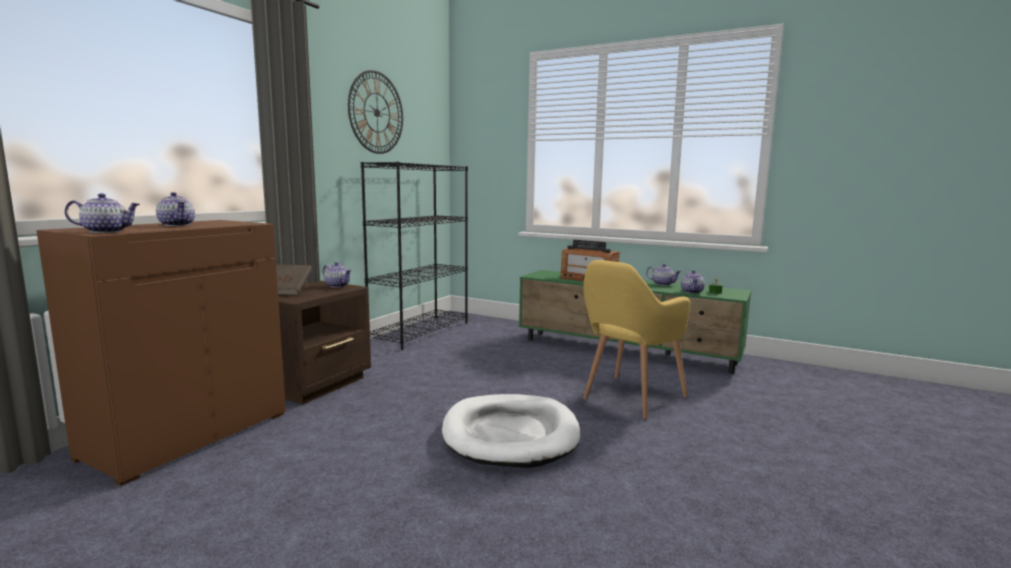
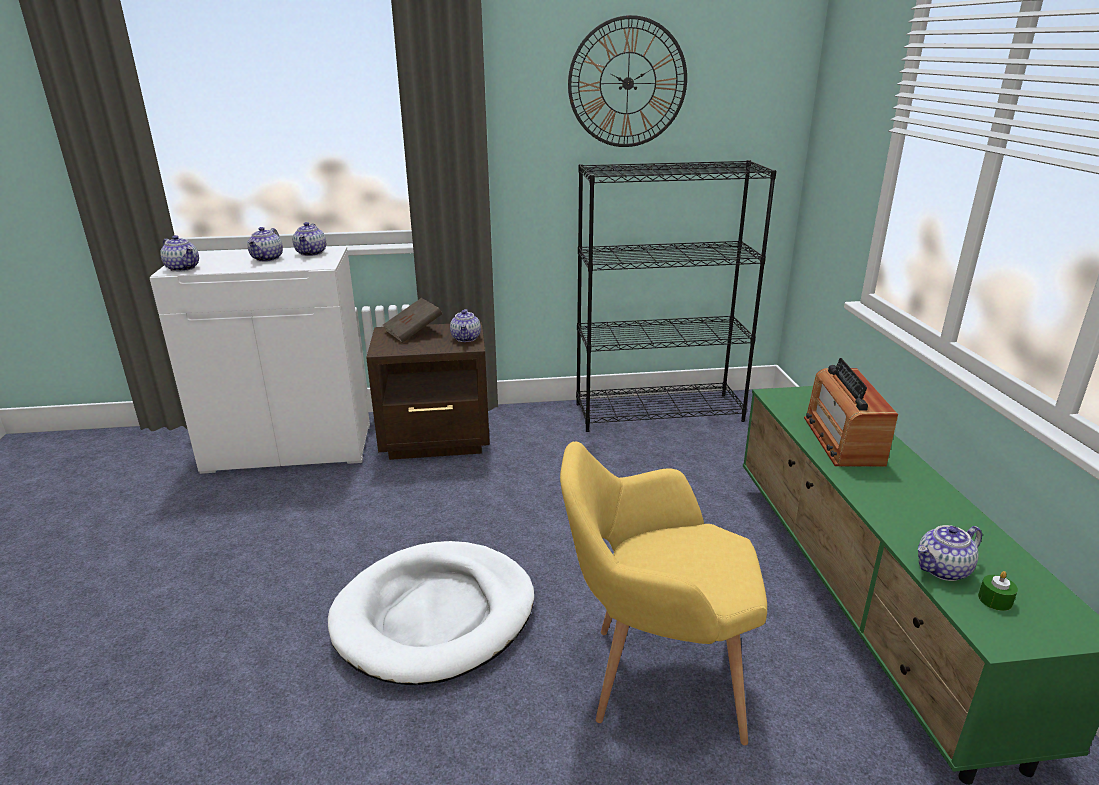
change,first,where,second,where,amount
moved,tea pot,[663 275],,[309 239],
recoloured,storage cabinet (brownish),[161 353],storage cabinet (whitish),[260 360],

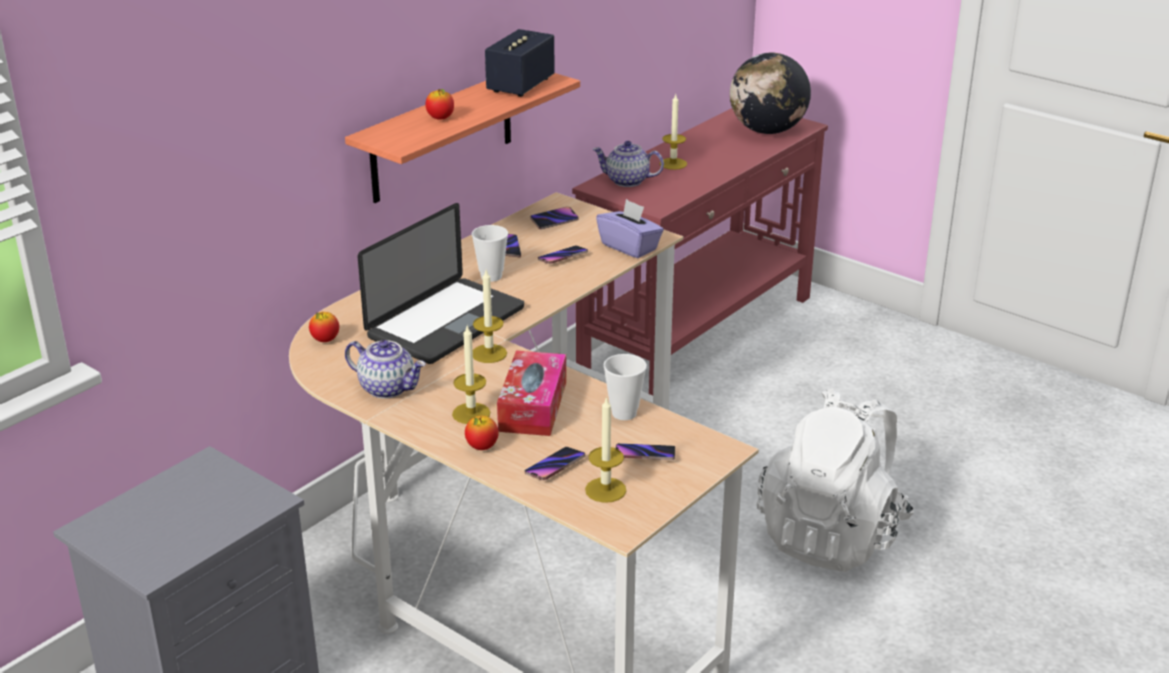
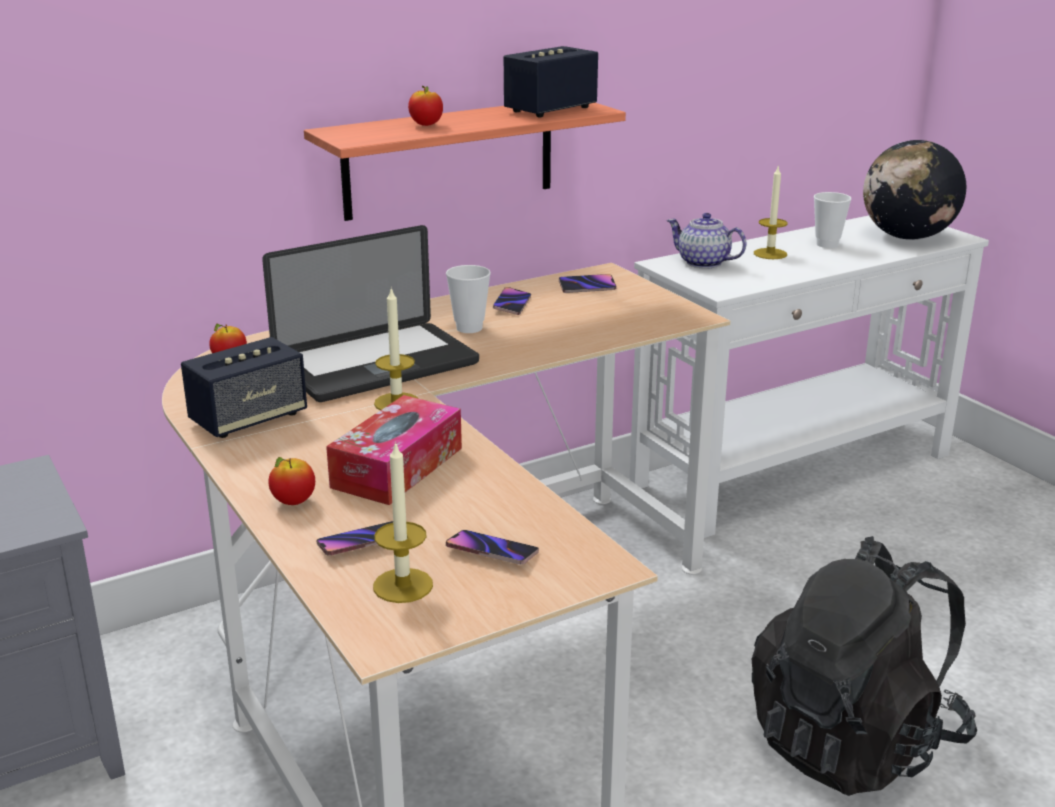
change,first,where,second,where,amount
removed,wax light,[471 375],,,
removed,phone,[563 255],,,
removed,tissue box (purplish),[630 228],,,
moved,small cup,[625 387],,[832 220],
replaced,tea pot,[385 369],speaker,[244 387],
recoloured,hall table (red-coloured),[700 252],hall table (whitish),[809 377],
recoloured,knapsack (whitish),[835 480],knapsack (black-coloured),[864 666],

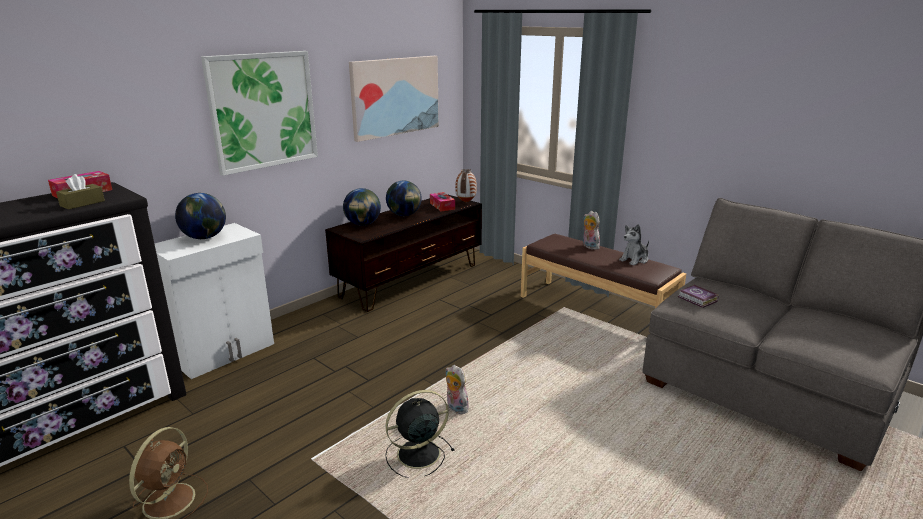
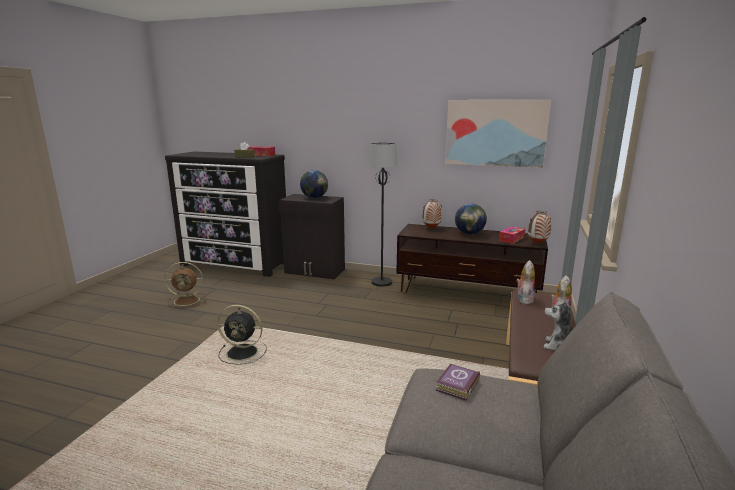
change,first,where,second,where,amount
removed,wall picture,[259 113],,,
added,,,floor lamp (black-coloured),[383 214],
moved,cuddly toy,[457 389],,[525 282],
replaced,world globe,[362 207],flower vase,[432 214],
recoloured,storage cabinet (whitish),[214 301],storage cabinet (black-coloured),[312 236],
turned,cooling fan (black-coloured),[420 434],,[242 334],150 degrees clockwise

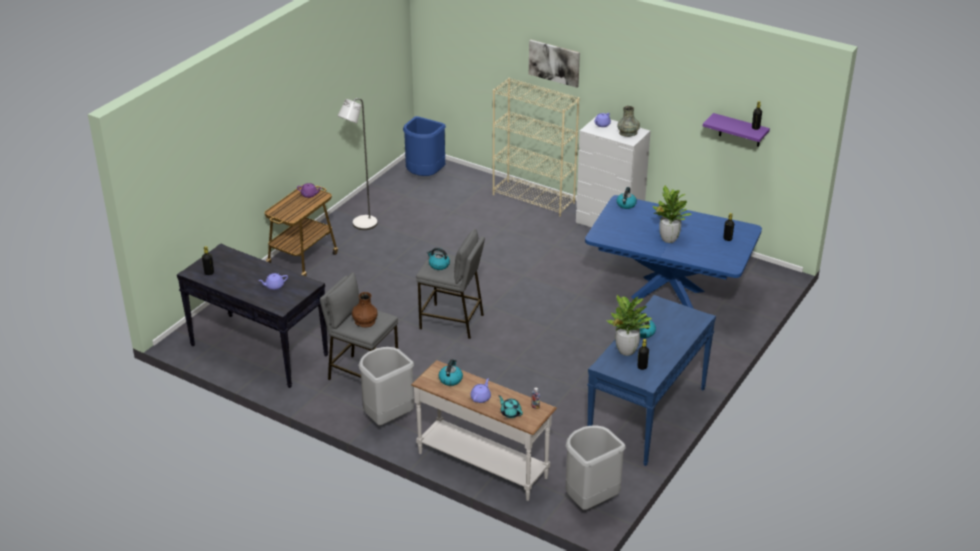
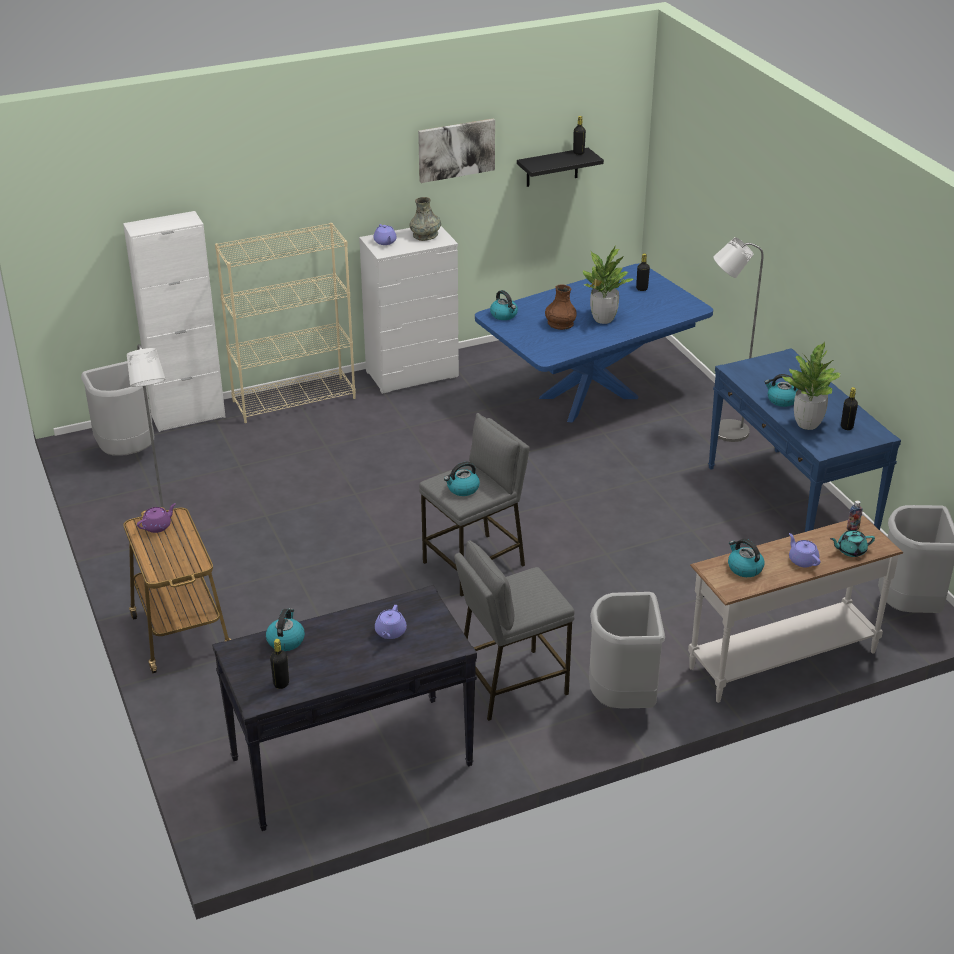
change,first,where,second,where,amount
added,,,storage cabinet (whitish),[174 321],
added,,,kettle,[285 629],
added,,,floor lamp (grey),[738 339],
moved,flower vase (brownish),[365 310],,[561 307],
moved,wall picture,[554 64],,[456 150],
recoloured,trash can (blue),[424 146],trash can (grey),[117 408],
recoloured,bracket shelf (purplish),[736 130],bracket shelf (black-coloured),[560 167],

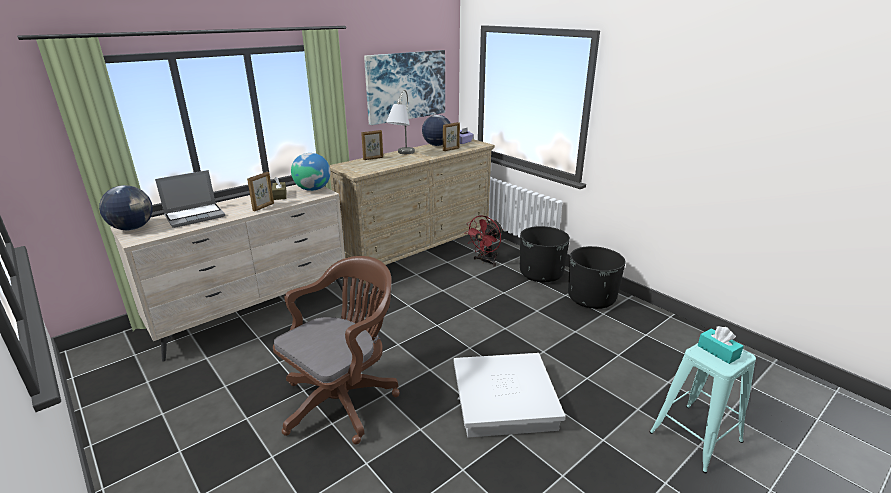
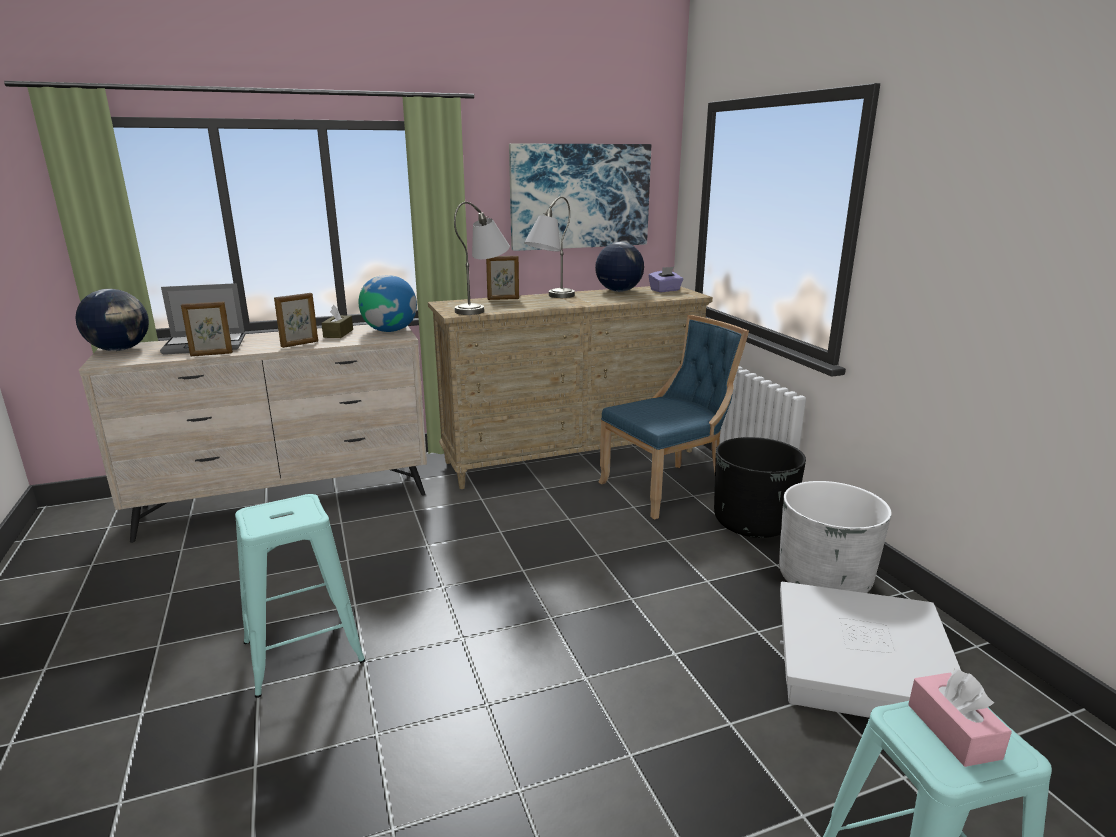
change,first,where,second,where,amount
added,,,tabletop lamp (grey),[482 258],
moved,picture frame,[451 136],,[207 328],
moved,storage bin (whitish),[509 395],,[870 650],
replaced,computer chair (brownish),[336 350],sitting stool (blue-green),[300 596],
replaced,cooling fan (red-coloured),[483 241],chair (blue),[673 417],
recoloured,flower pot (black-coloured),[596 277],flower pot (whitish),[835 537],
recoloured,tissue box (blue-green),[721 345],tissue box (pink),[960 718],

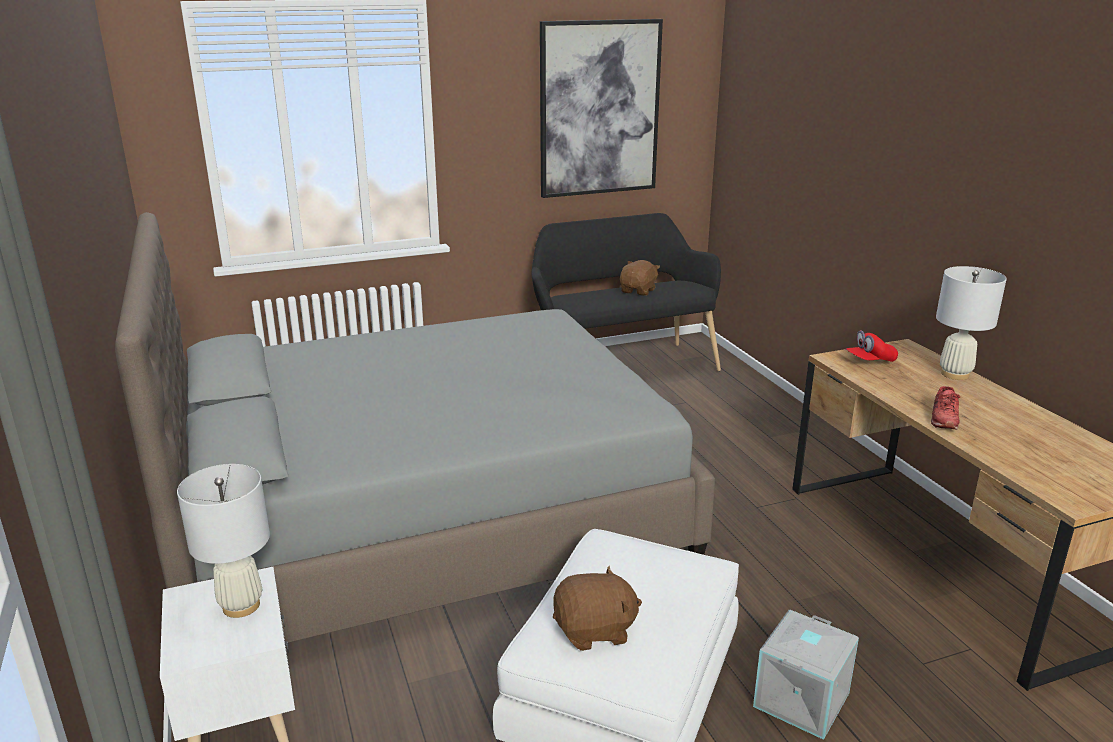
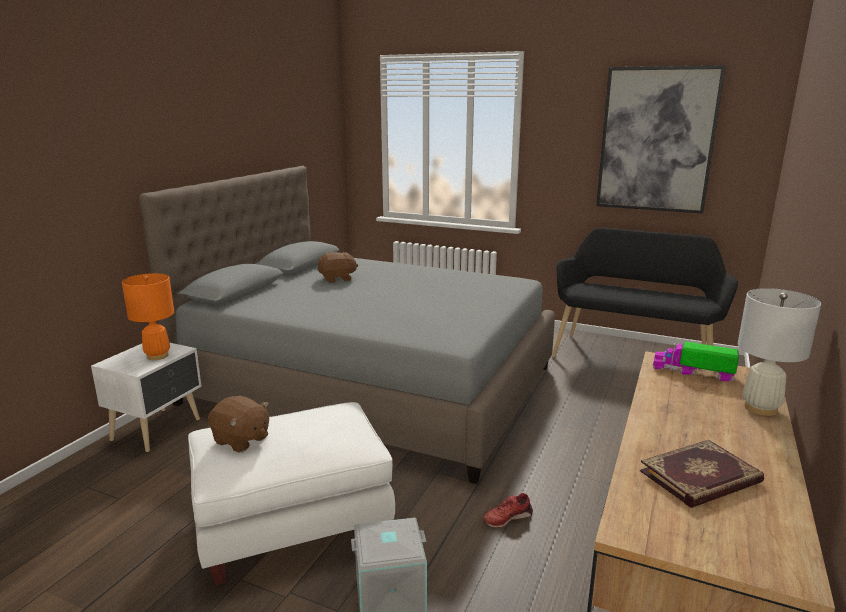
change,first,where,second,where,amount
added,,,book,[702 474],
moved,cuddly toy (brownish),[640 278],,[337 267],
moved,low shoe (red-coloured),[945 408],,[508 510],
replaced,cap (red-coloured),[872 346],toy lorry,[696 362],
recoloured,tabletop lamp (whitish),[223 541],tabletop lamp (orange),[148 316],

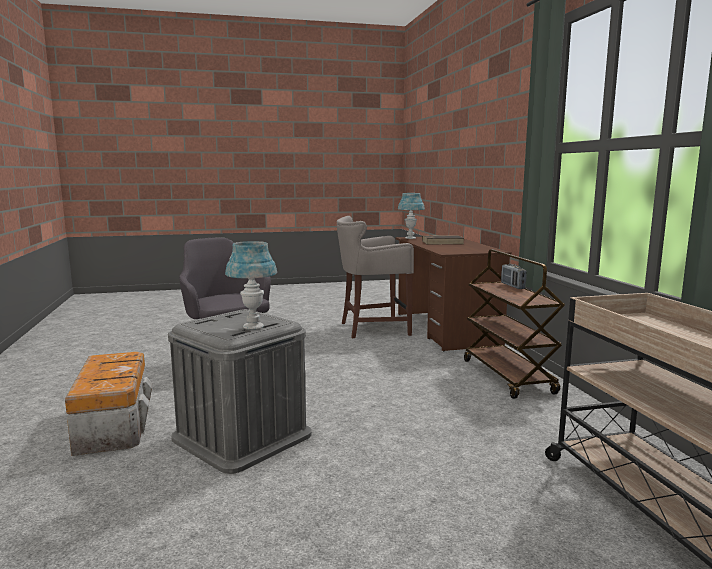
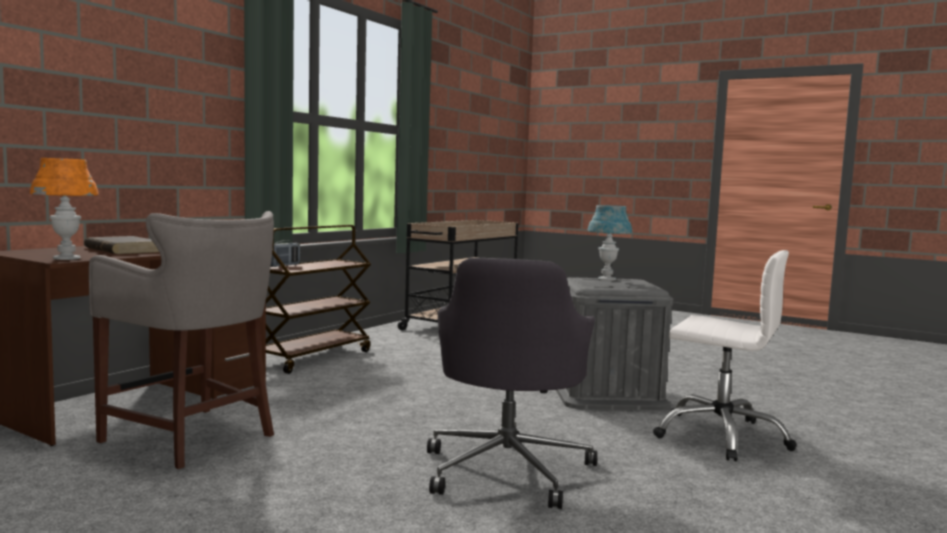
change,first,where,second,where,amount
replaced,storage bin,[109 404],computer chair (whitish),[725 355],
recoloured,tabletop lamp (blue),[411 216],tabletop lamp (orange),[64 209],

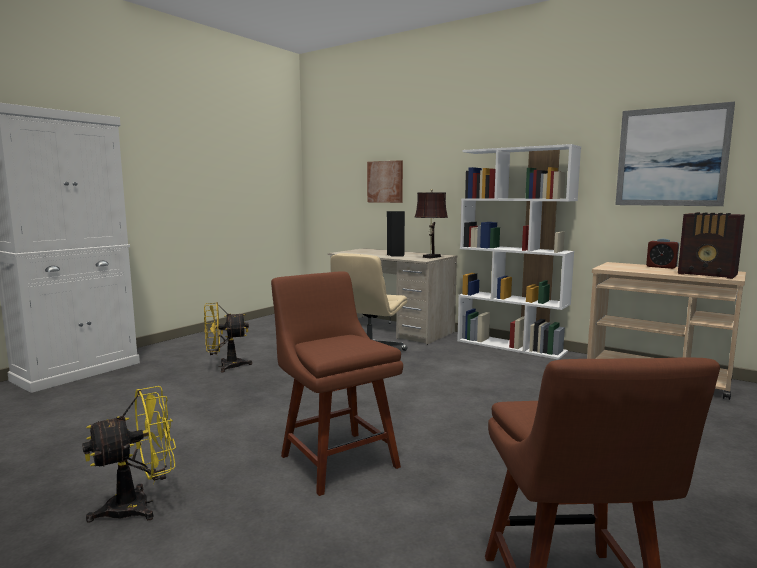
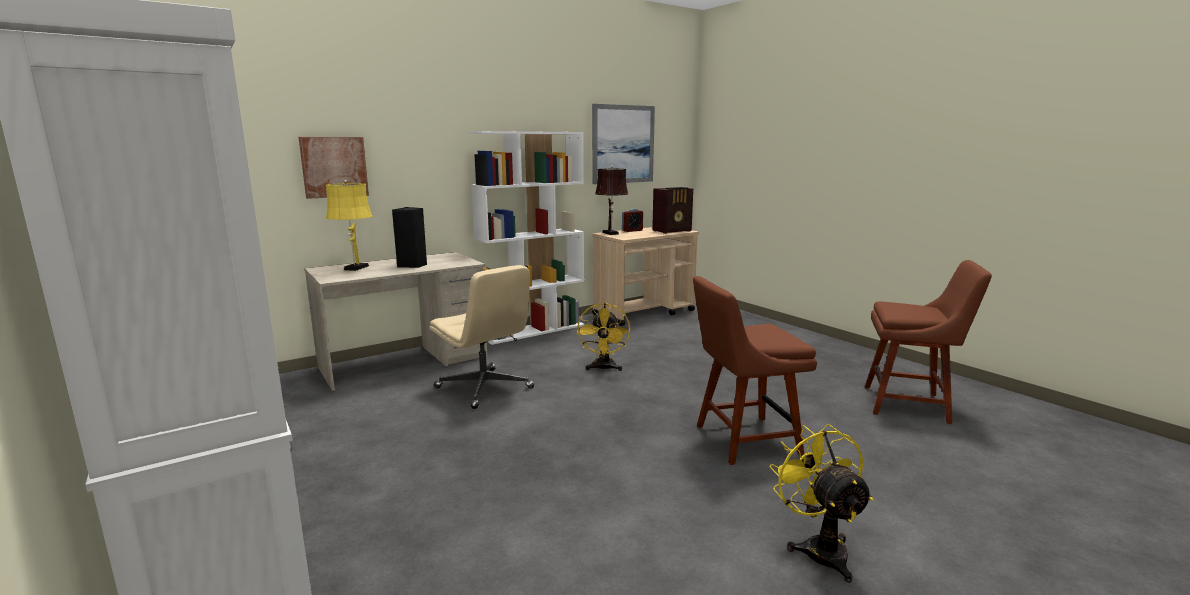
change,first,where,second,where,amount
added,,,tabletop lamp (yellow-coloured),[348 225],
moved,cooling fan (yellow-coloured),[228 337],,[603 337],
moved,tabletop lamp (brownish),[431 224],,[611 200],

